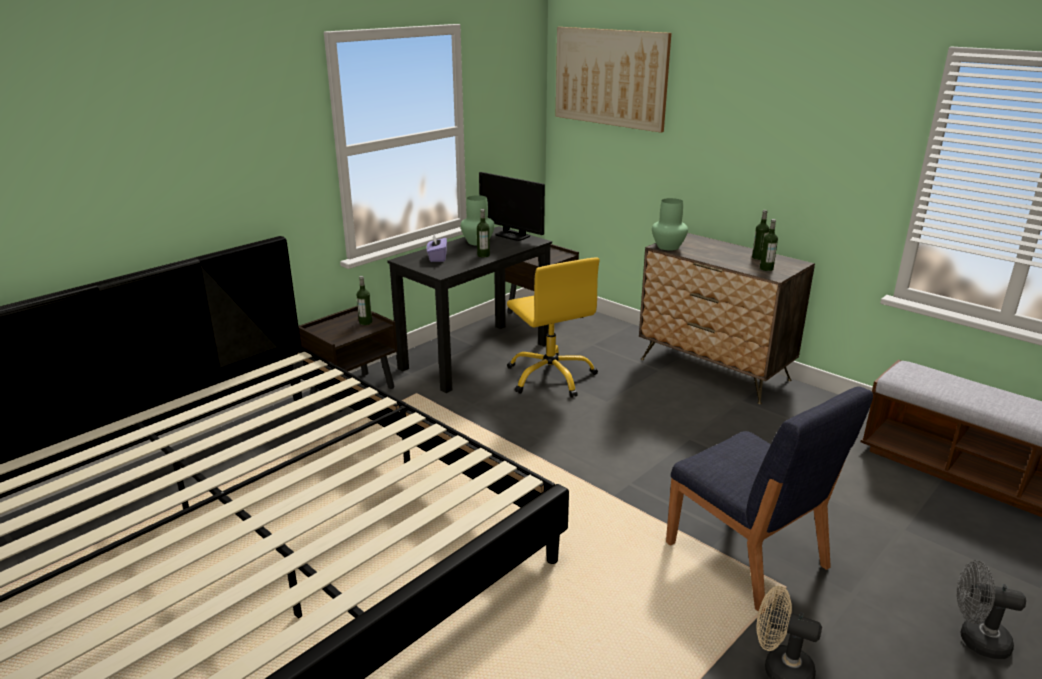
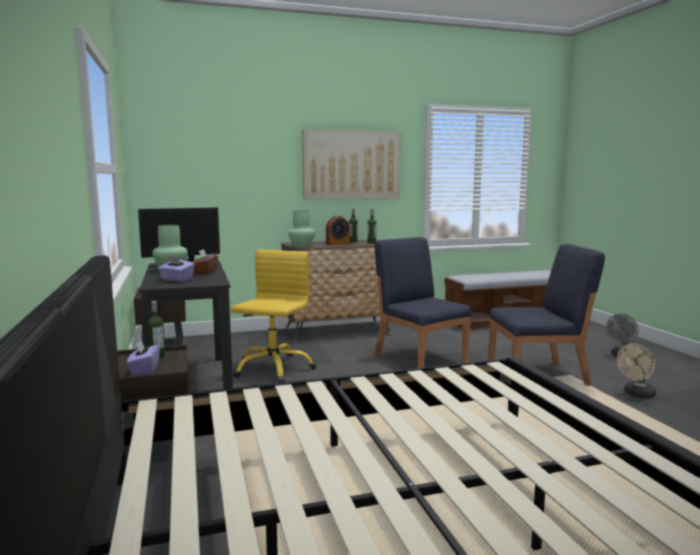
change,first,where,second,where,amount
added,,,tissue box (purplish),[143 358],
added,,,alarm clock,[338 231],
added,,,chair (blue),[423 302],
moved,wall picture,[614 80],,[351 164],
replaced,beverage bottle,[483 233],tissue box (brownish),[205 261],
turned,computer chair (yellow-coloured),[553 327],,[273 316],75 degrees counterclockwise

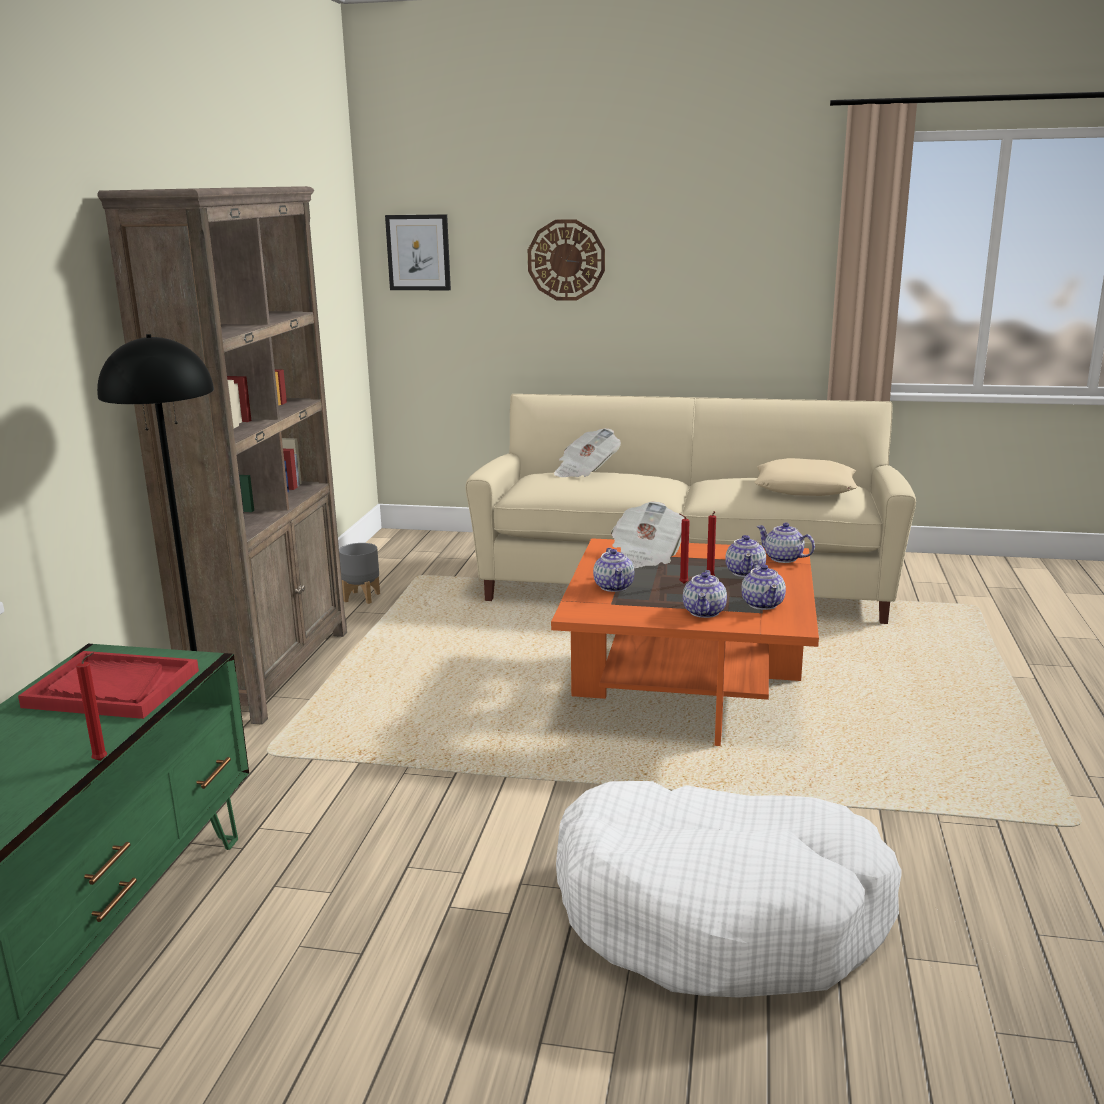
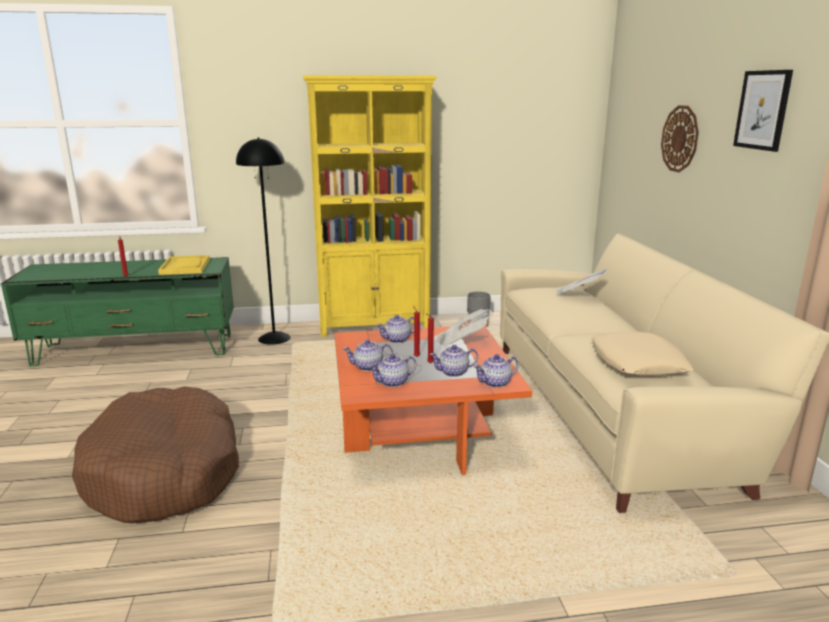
change,first,where,second,where,amount
moved,wall picture,[418 252],,[763 111],
recoloured,serving tray (red-coloured),[108 685],serving tray (yellow-coloured),[184 265],
recoloured,bookshelf (brownish),[222 455],bookshelf (yellow-coloured),[370 206],
recoloured,pet bed (whitish),[729 889],pet bed (brownish),[155 454],
turned,tea pot,[785 543],,[496 371],135 degrees counterclockwise

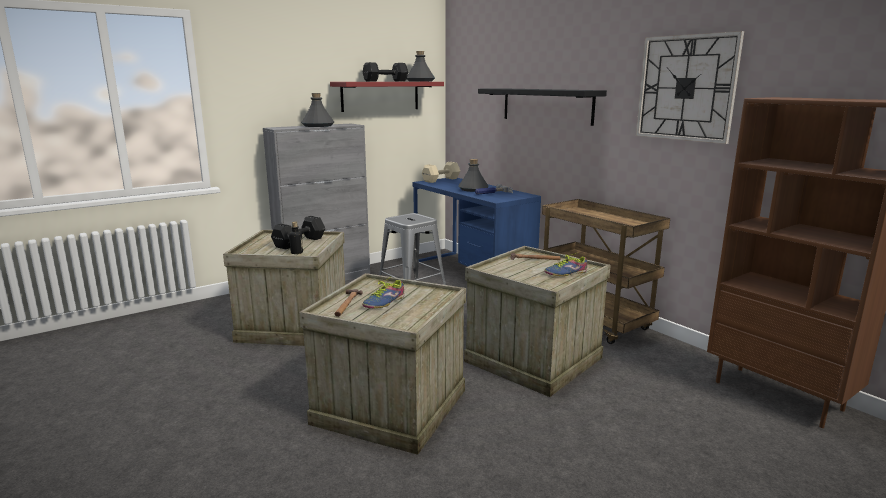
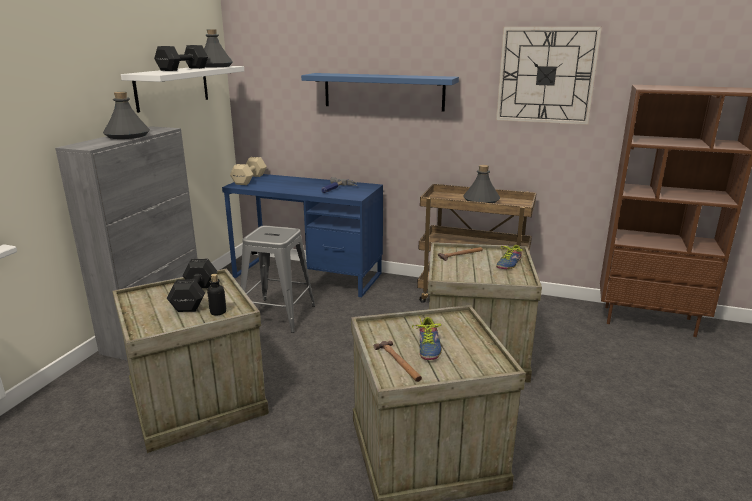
change,first,where,second,where,amount
moved,beverage bottle (grey),[473 175],,[481 184],
recoloured,bracket shelf (red-coloured),[387 97],bracket shelf (whitish),[182 89],
recoloured,bracket shelf (black-coloured),[542 107],bracket shelf (blue),[380 92],

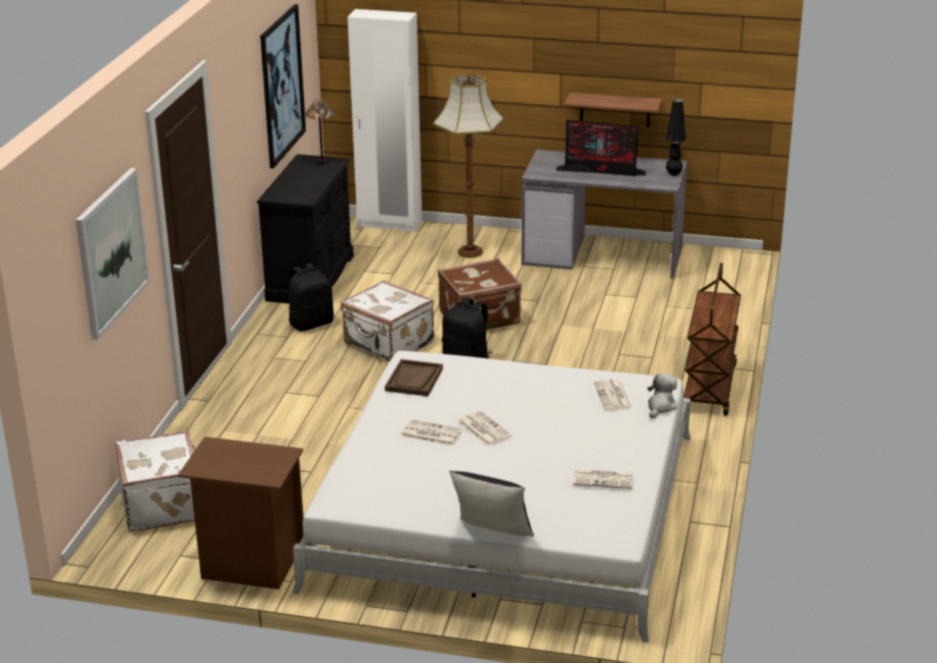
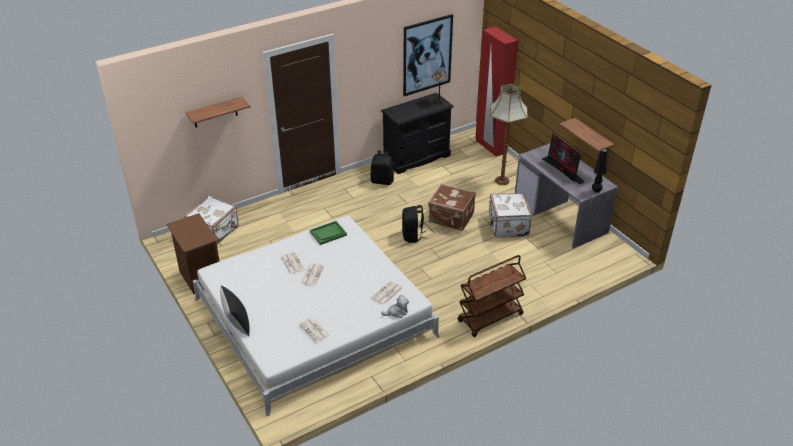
change,first,where,second,where,amount
moved,travel case (whitish),[387 321],,[510 215],
replaced,wall picture,[113 254],bracket shelf,[218 112],
recoloured,clothes cupboard (whitish),[385 120],clothes cupboard (red-coloured),[496 91],
recoloured,serving tray (brownish),[414 377],serving tray (greenish),[328 233],

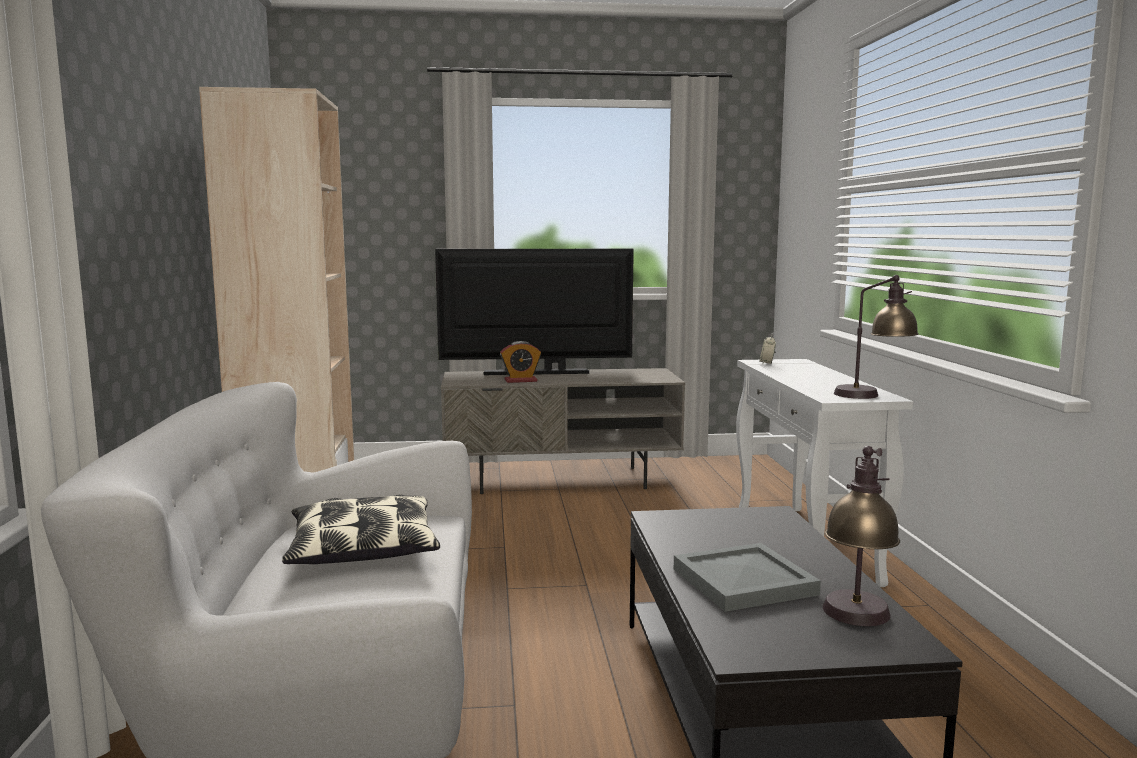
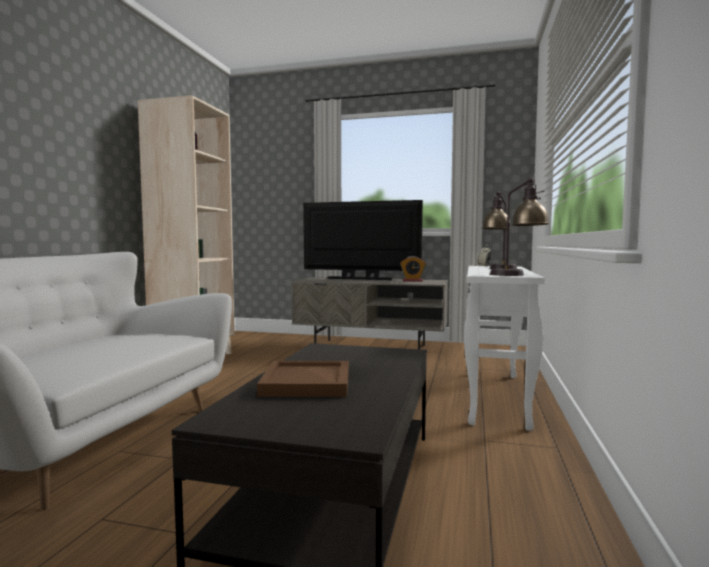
change,first,where,second,where,amount
removed,throw pillow,[361 529],,,
moved,alarm clock,[520 362],,[413 269],
moved,tabletop lamp,[861 536],,[499 230],
recoloured,serving tray (grey),[747 577],serving tray (brownish),[303 379],

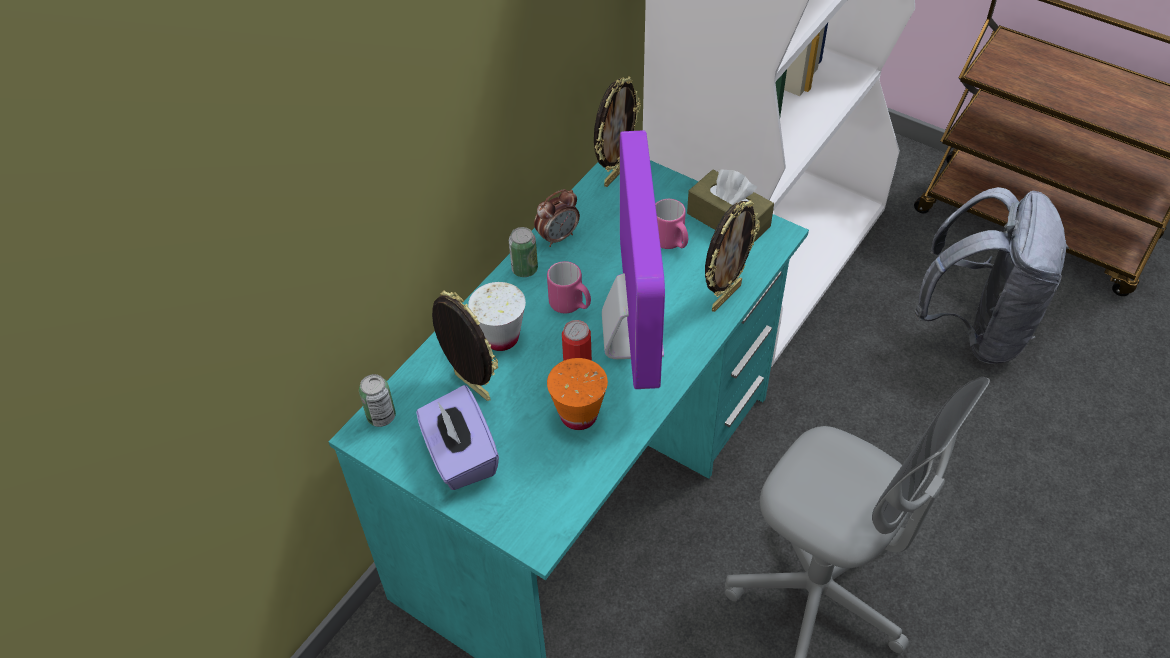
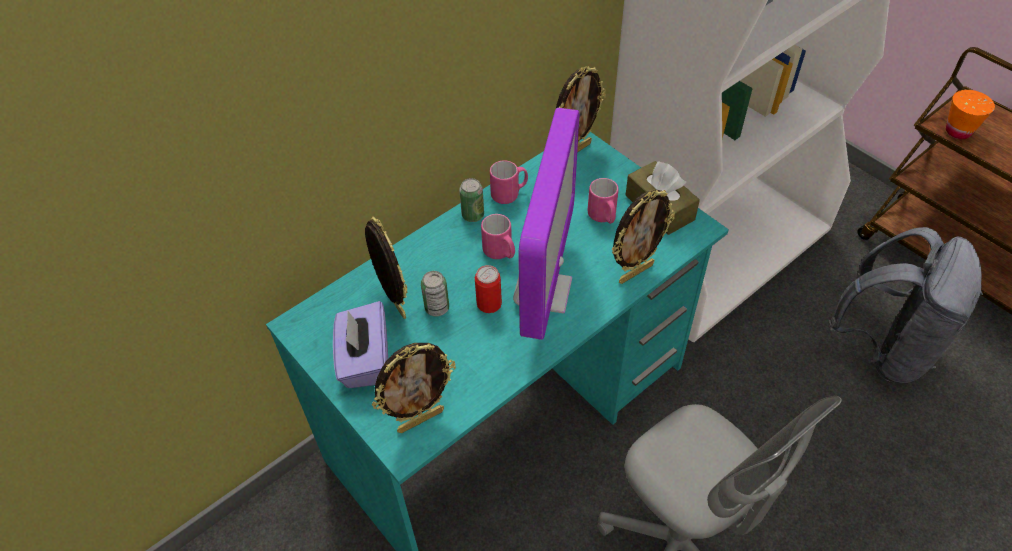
change,first,where,second,where,amount
removed,small cup (whitish),[497 316],,,
added,,,picture frame,[414 388],
moved,can,[377 400],,[435 293],
moved,small cup (orange),[577 394],,[970 114],
replaced,alarm clock,[557 218],tea mug (pink),[509 182],

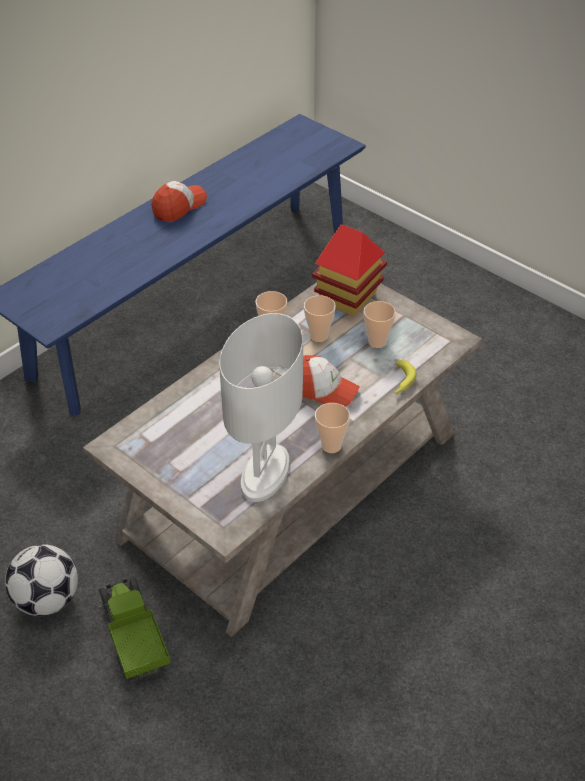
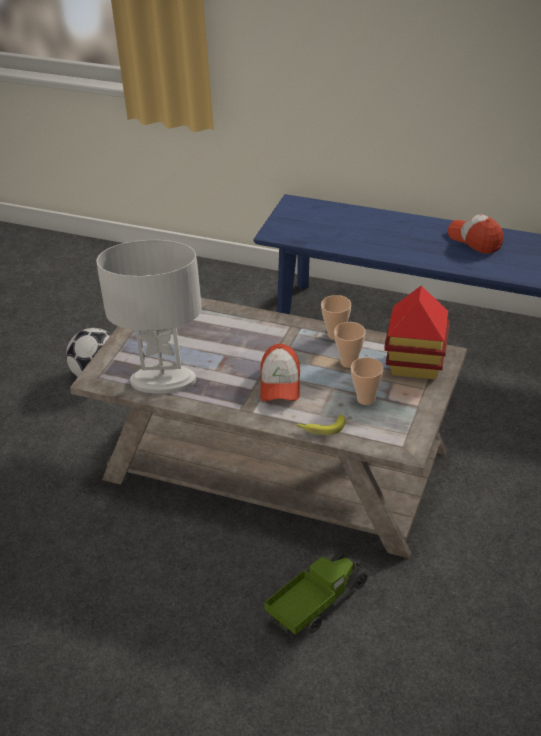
change,first,where,second,where,amount
removed,small cup,[332 428],,,
moved,toy lorry,[135 629],,[316 593],
turned,cap,[179 201],,[475 234],150 degrees counterclockwise

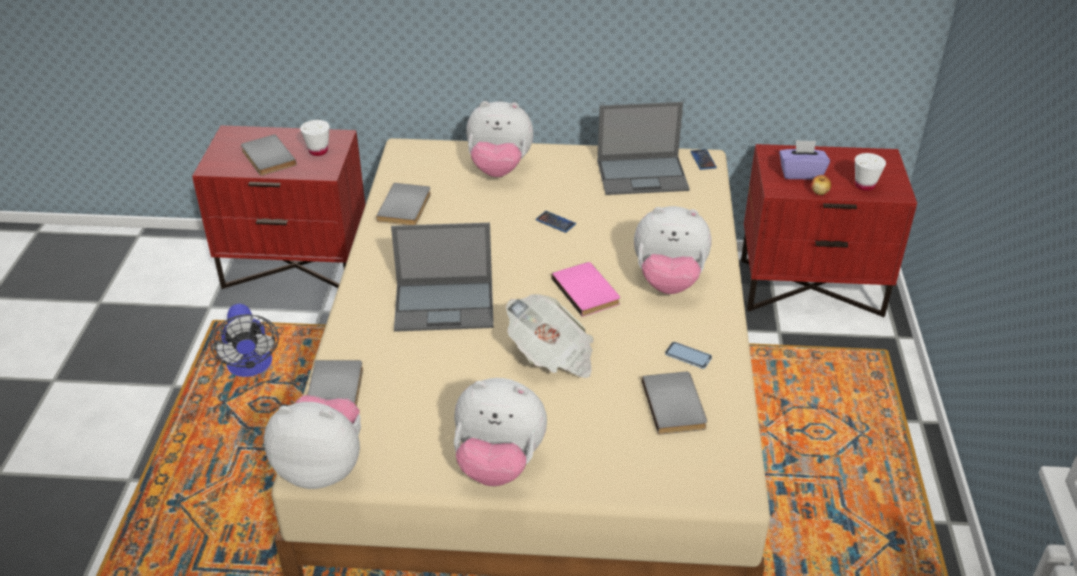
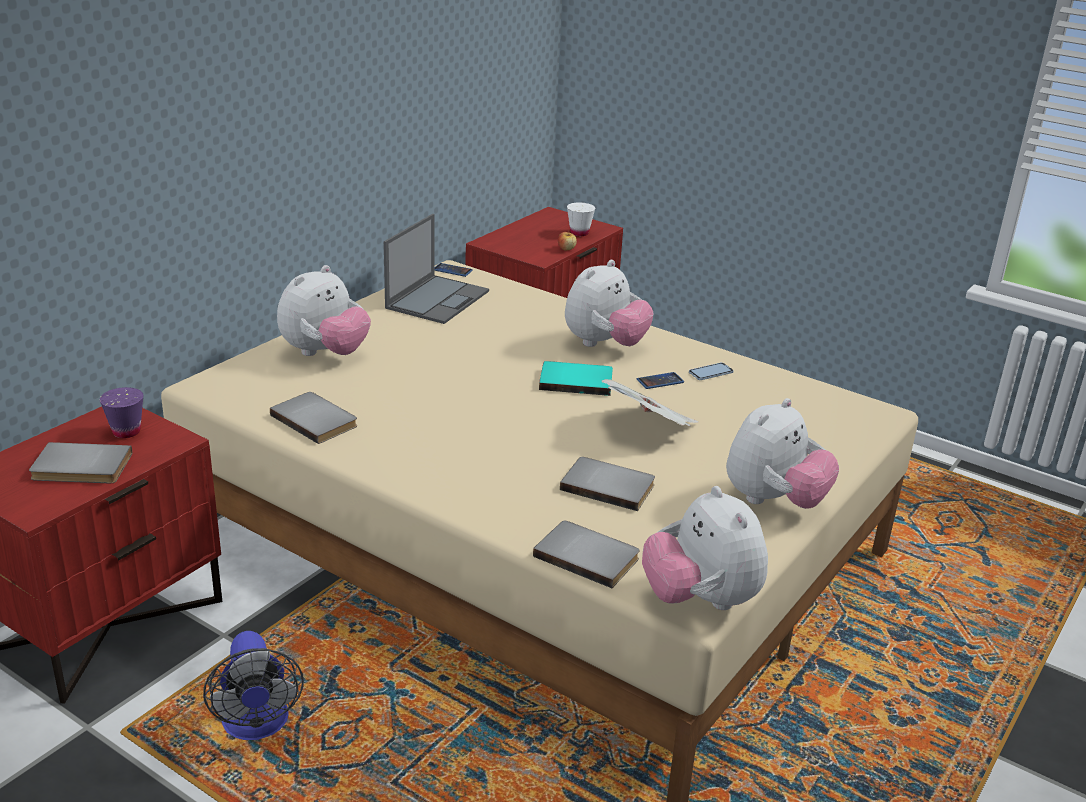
change,first,where,second,where,amount
removed,portable computer,[442 277],,,
removed,tissue box (purplish),[804 160],,,
moved,phone,[555 222],,[660 380],
moved,book (grey),[674 403],,[607 484],
recoloured,small cup (whitish),[315 138],small cup (purplish),[121 412],
recoloured,book (pink),[585 289],book (blue-green),[576 378],
turned,cooling fan,[244 340],,[253 685],60 degrees clockwise
turned,cuddly toy,[312 442],,[705 548],60 degrees counterclockwise

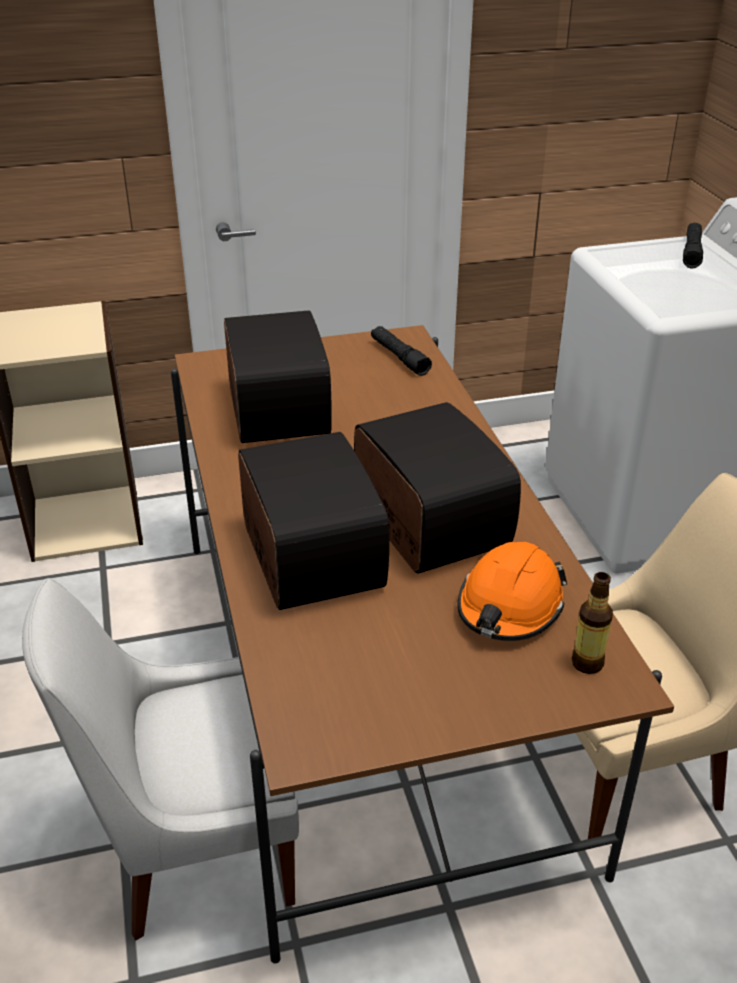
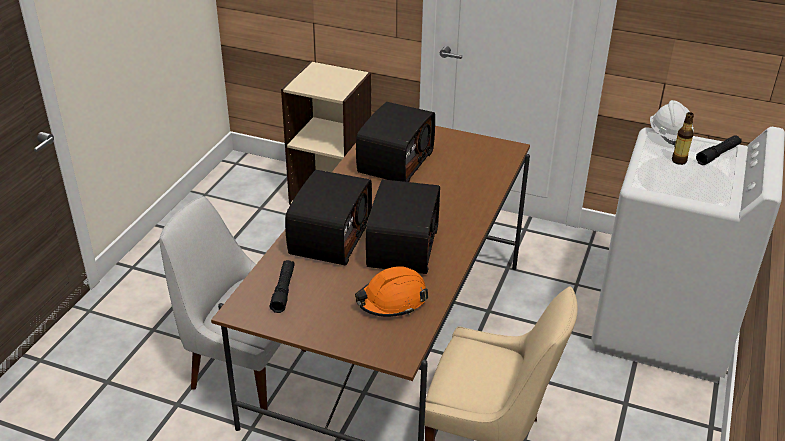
change,first,where,second,where,amount
added,,,safety helmet (whitish),[672 123],
moved,hand torch (black-coloured),[401 351],,[282 286],
moved,beverage bottle,[592 623],,[683 138],

